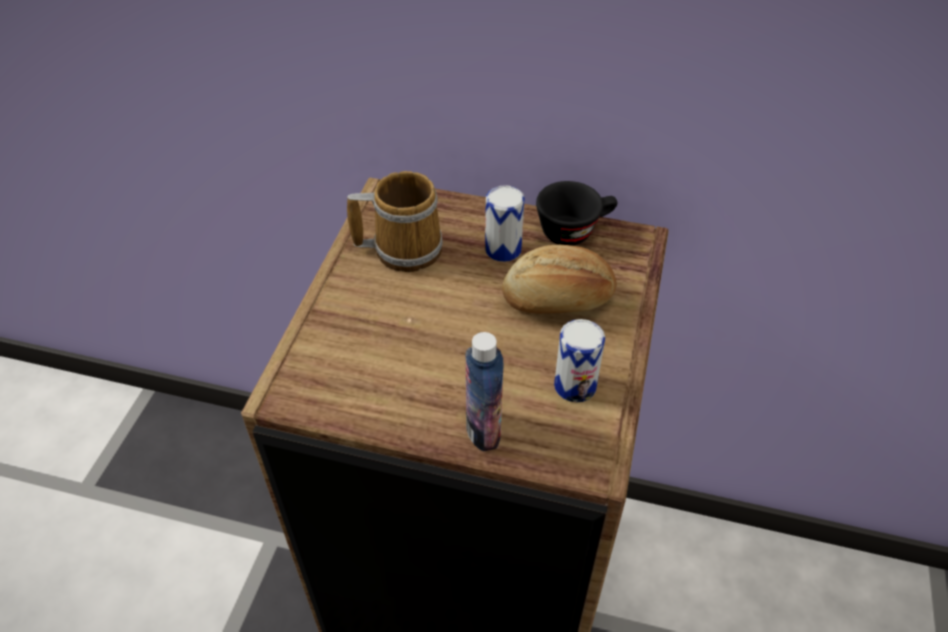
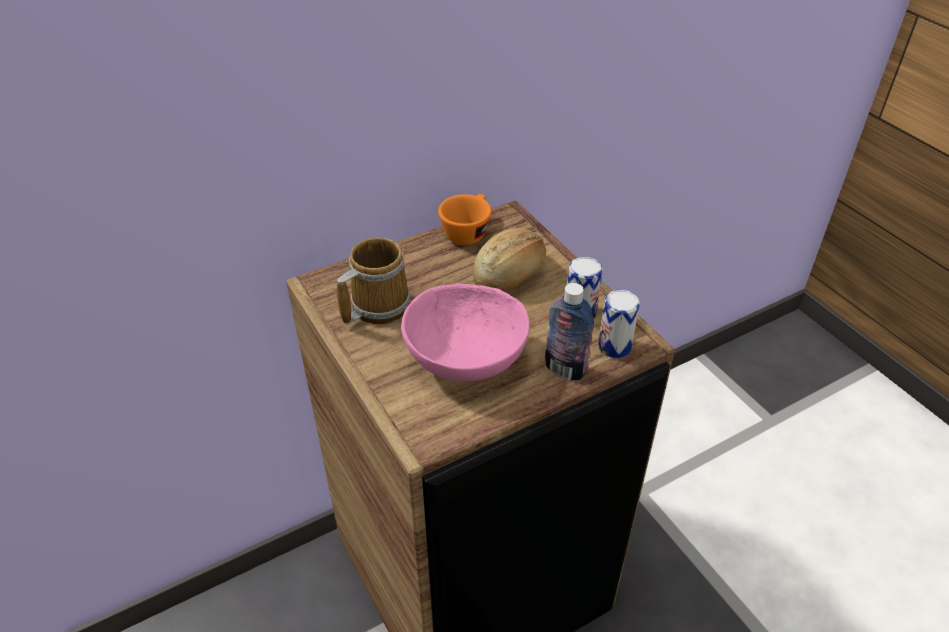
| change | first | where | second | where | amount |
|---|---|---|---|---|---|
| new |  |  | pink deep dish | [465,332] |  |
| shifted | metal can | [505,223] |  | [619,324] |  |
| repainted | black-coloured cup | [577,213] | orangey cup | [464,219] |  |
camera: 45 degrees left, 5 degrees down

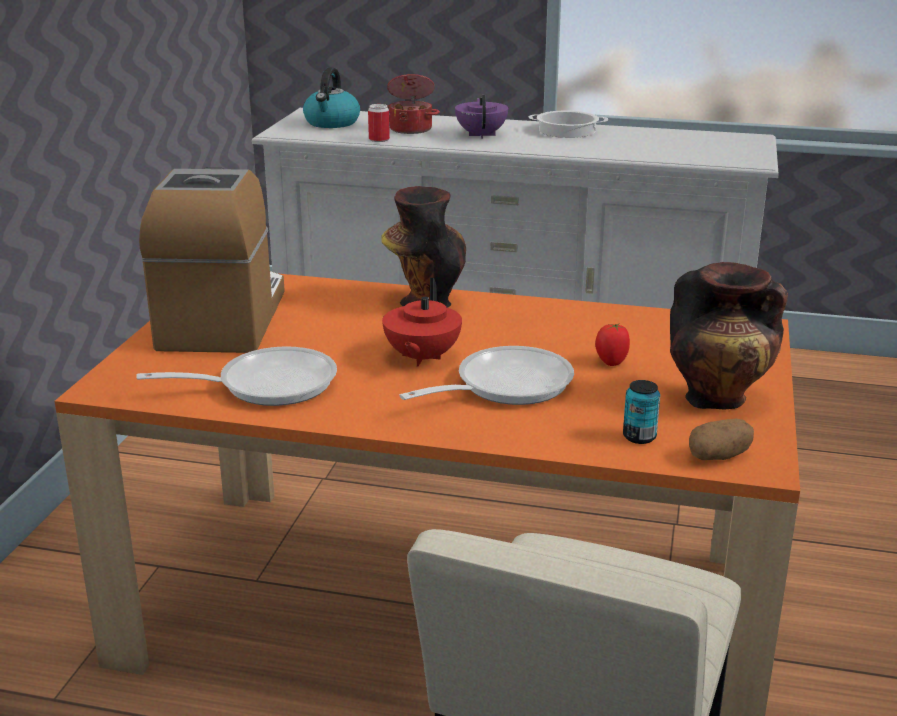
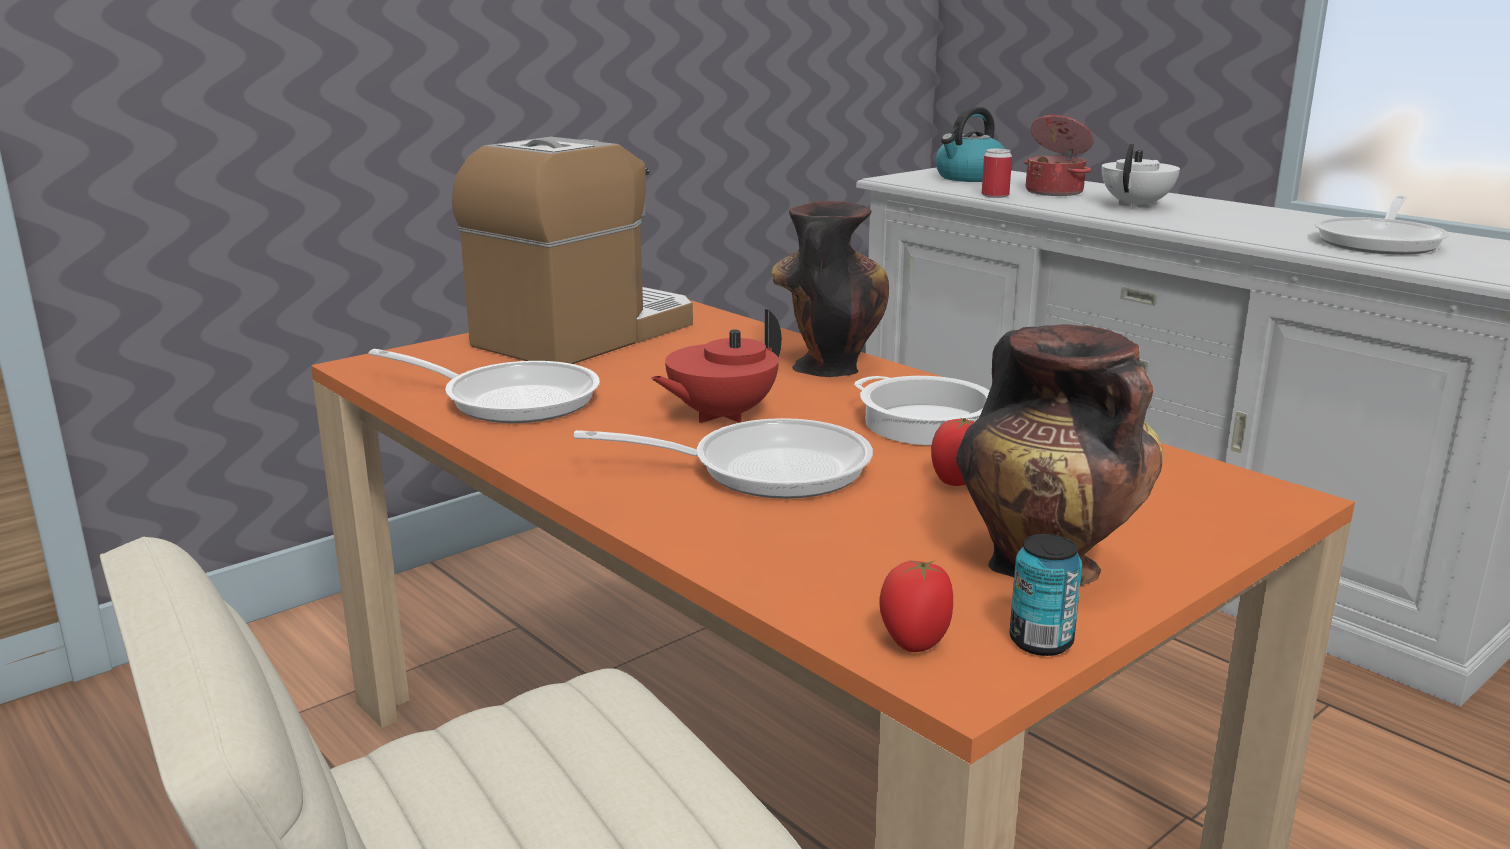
| change | first | where | second | where | amount |
|---|---|---|---|---|---|
| new |  |  | skillet | [1382,225] |  |
| shifted | cooking pot | [568,124] |  | [922,410] |  |
| shifted | metal can | [641,412] |  | [1046,595] |  |
| swapped | whole potato | [721,439] | fresh tomato | [916,606] |  |
| repainted | purplish tea pot | [481,117] | white tea pot | [1141,176] |  |
camera: 35 degrees right, 5 degrees down

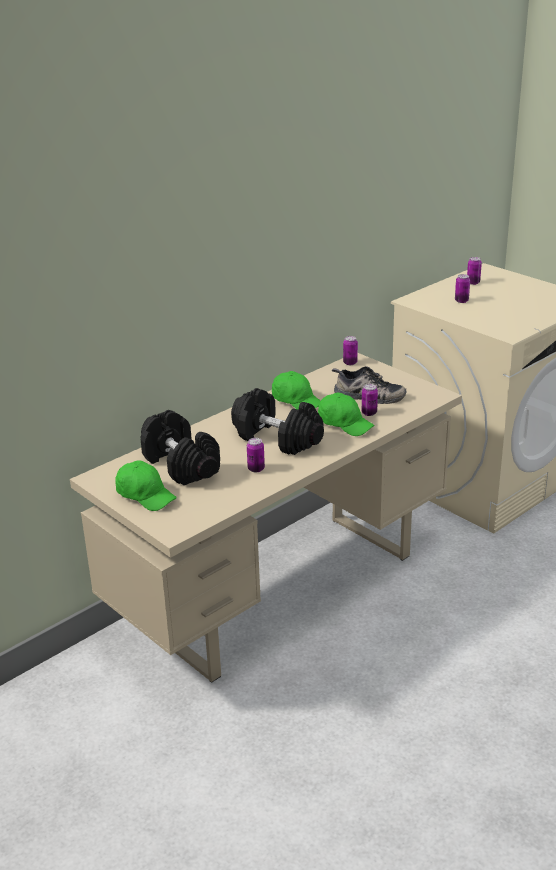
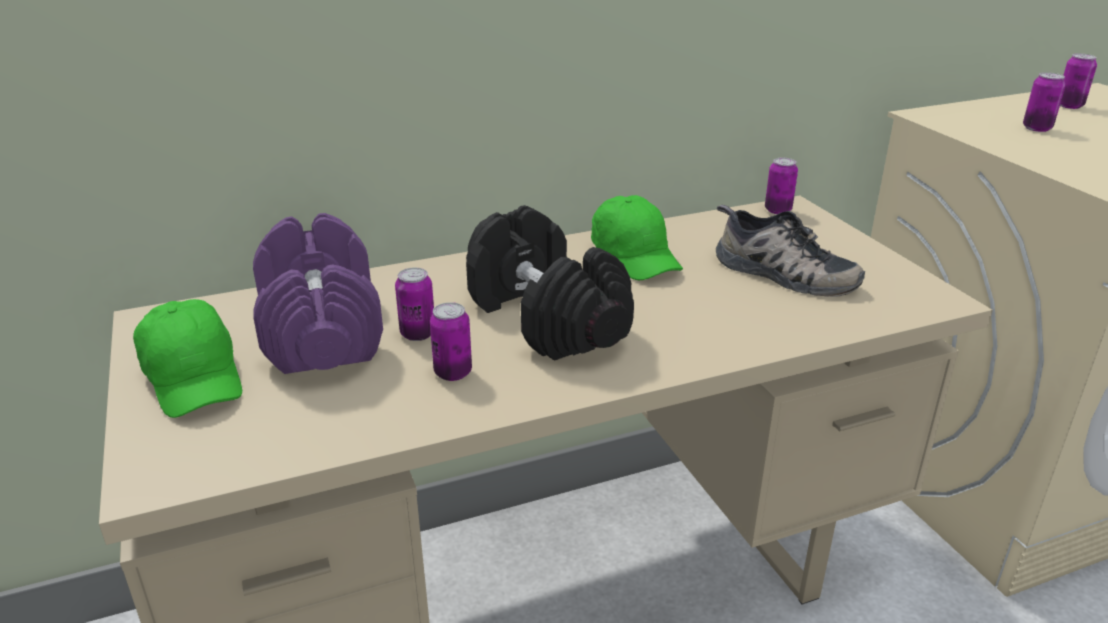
| change | first | where | second | where | amount |
|---|---|---|---|---|---|
| gone | greenish baseball cap | [346,414] |  |  |  |
| shifted | metal can | [370,400] |  | [414,304] |  |
| repainted | black-coloured free weight | [180,447] | purplish free weight | [318,293] |  |
camera: 20 degrees right, 0 degrees up

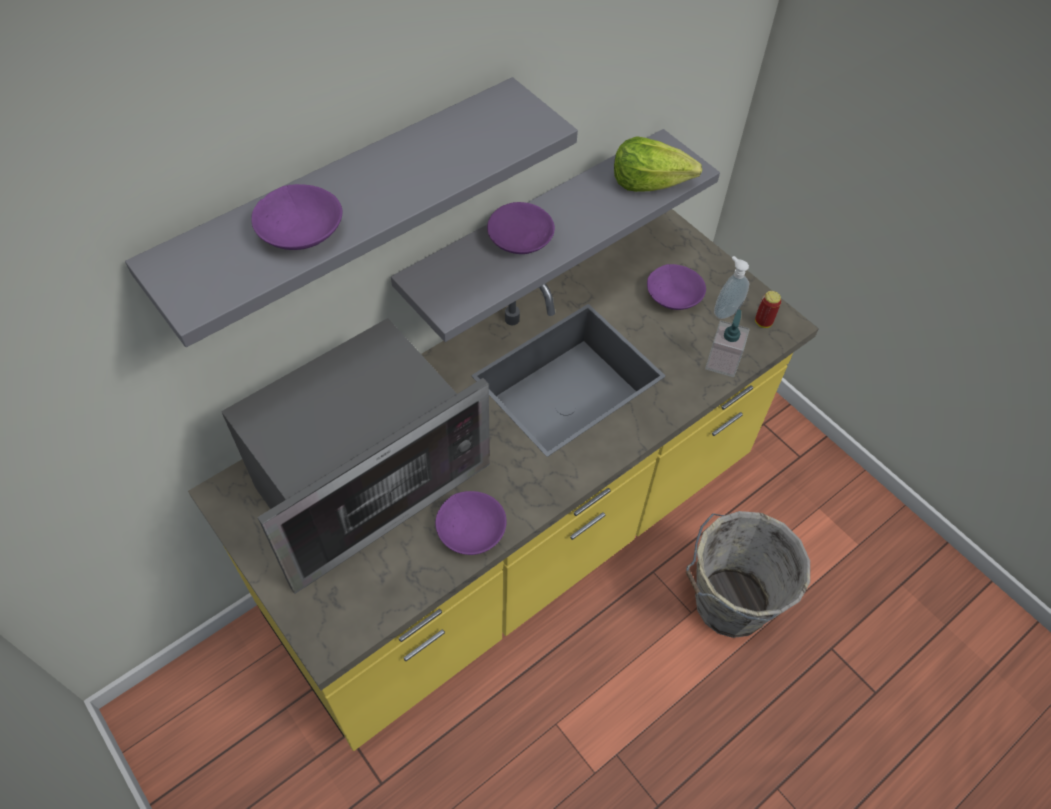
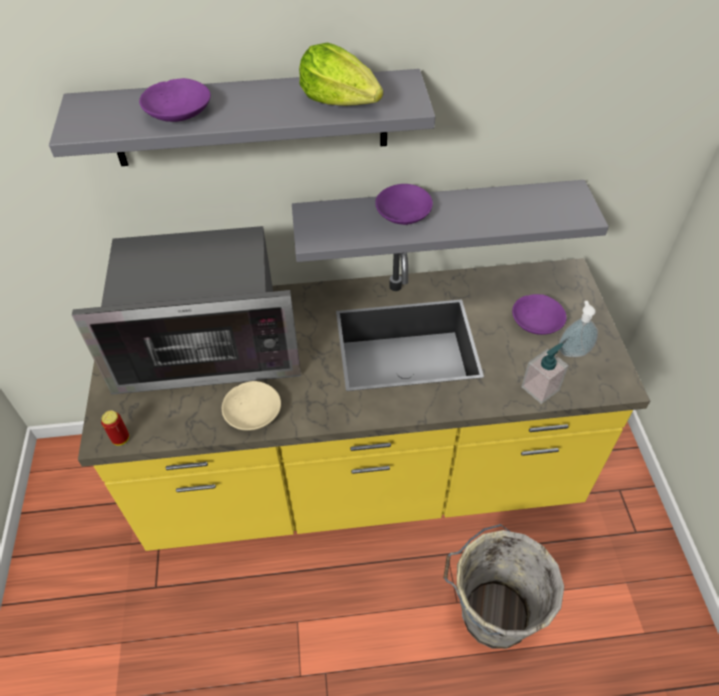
| change | first | where | second | where | amount |
|---|---|---|---|---|---|
| shifted | lettuce head | [658,164] |  | [341,74] |  |
| shifted | metal can | [768,309] |  | [115,428] |  |
| repainted | purplish deep dish | [471,523] | sand-coloured deep dish | [251,406] |  |
camera: 35 degrees right, 5 degrees down

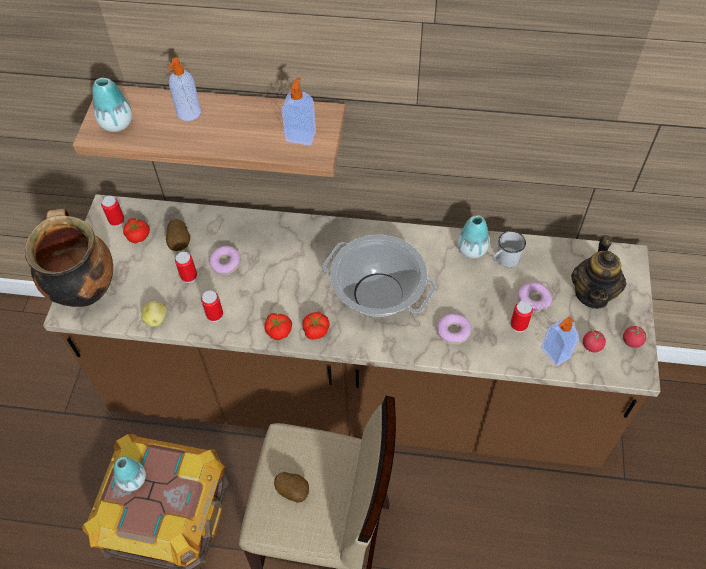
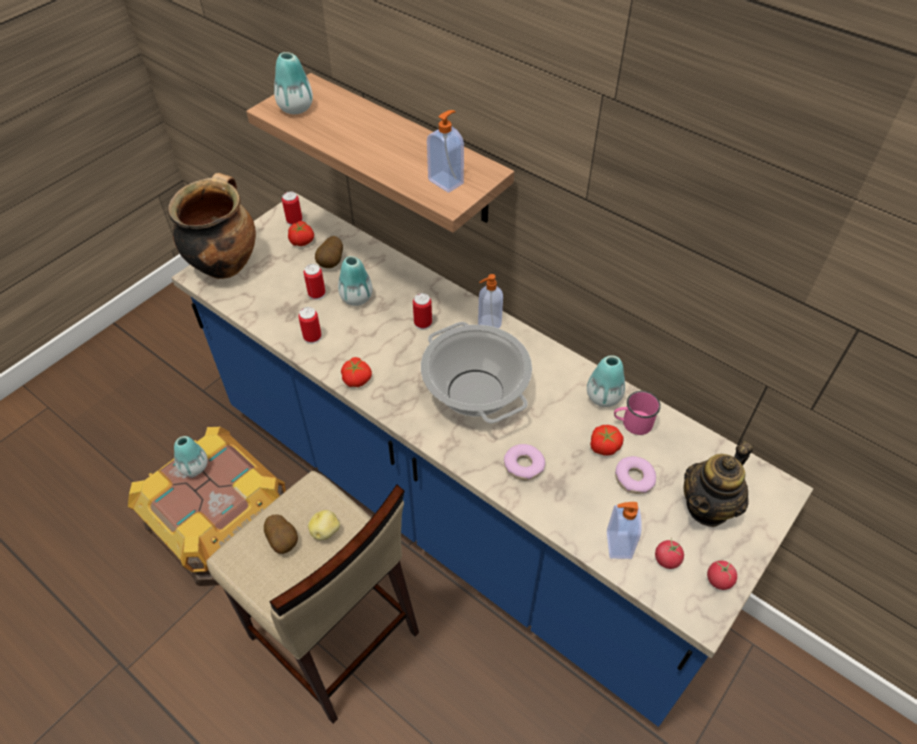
| change | first | where | second | where | amount |
|---|---|---|---|---|---|
| shifted | whole potato | [154,314] |  | [324,525] |  |
| shifted | soap dispenser | [184,89] |  | [490,301] |  |
| shifted | fresh tomato | [315,326] |  | [607,440] |  |
| shifted | metal can | [521,316] |  | [422,311] |  |
| swapped | doughnut | [225,260] | decorative vase | [355,281] |  |
| repainted | brownish kitchen counter | [351,331] | bluish kitchen counter | [492,460] |  |
| repainted | white mug | [509,249] | pink mug | [637,413] |  |
camera: 30 degrees right, 5 degrees down

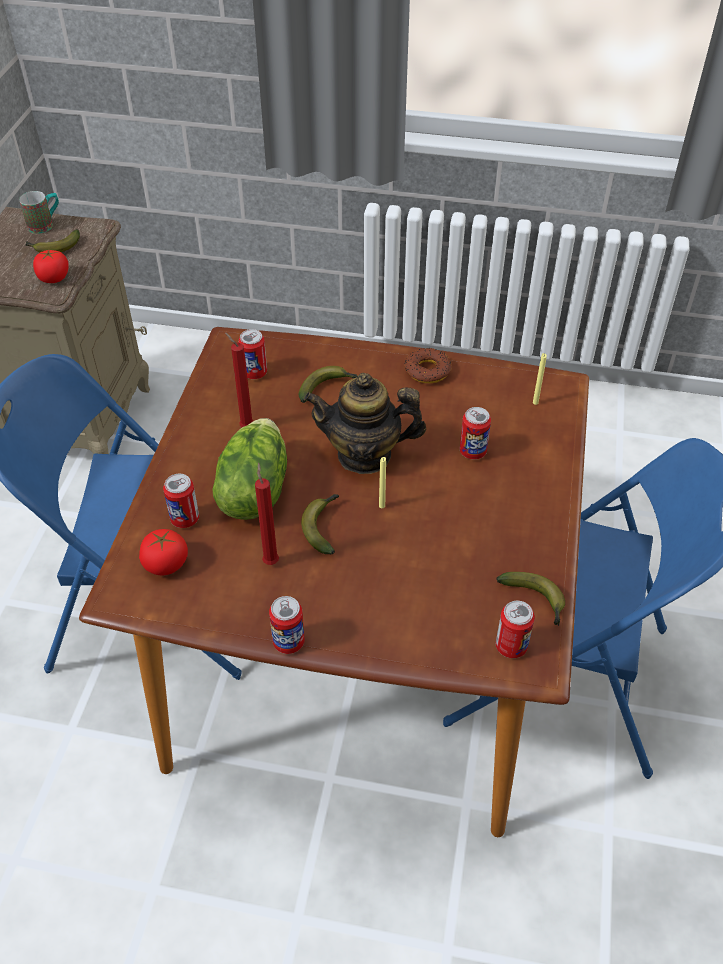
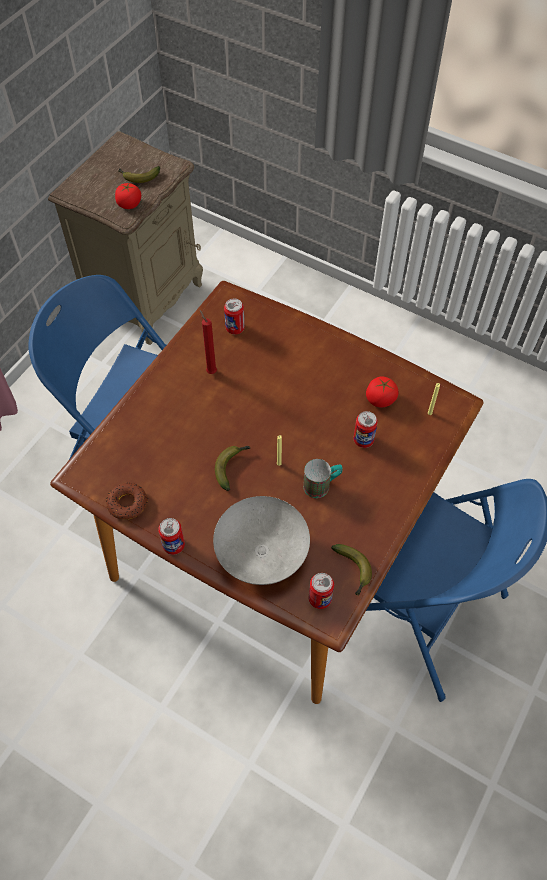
| change | first | where | second | where | amount |
|---|---|---|---|---|---|
| gone | metal can | [181,501] |  |  |  |
| gone | lettuce head | [249,469] |  |  |  |
| gone | reddish wax candle | [267,514] |  |  |  |
| gone | banana | [328,384] |  |  |  |
| gone | tea pot | [365,423] |  |  |  |
| new |  |  | grey deep dish | [261,540] |  |
| shifted | mug | [39,212] |  | [322,478] |  |
| shifted | fresh tomato | [163,552] |  | [382,392] |  |
| shifted | doughnut | [428,365] |  | [127,501] |  |
camera: 20 degrees right, 10 degrees up

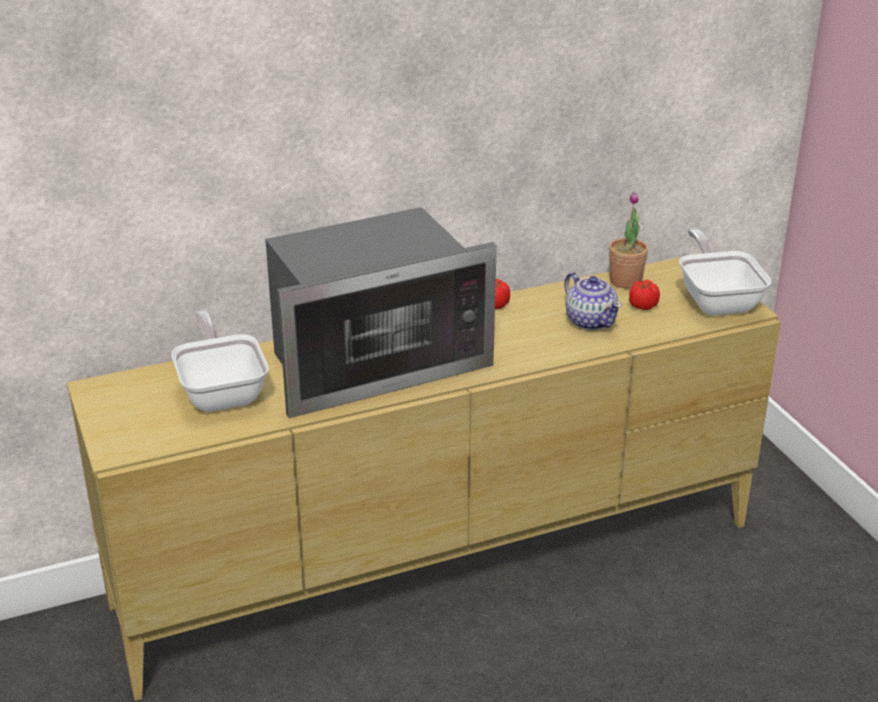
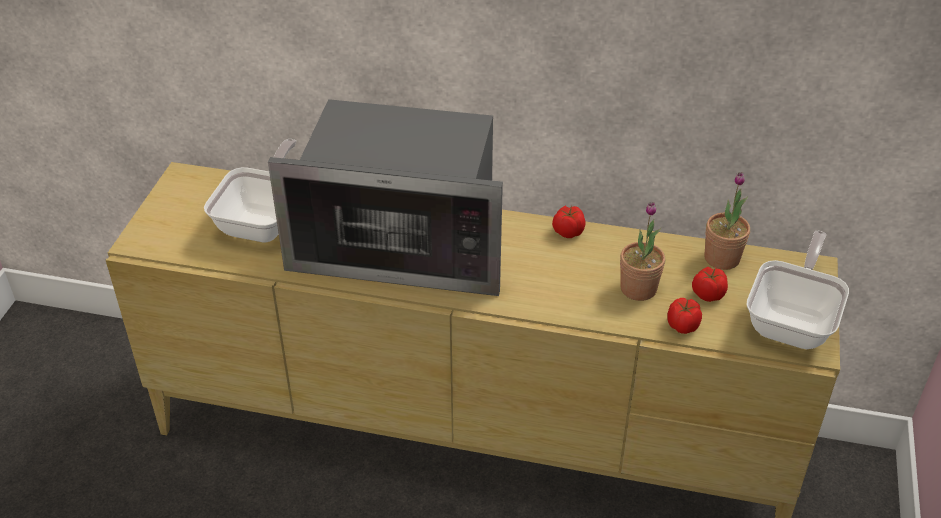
| change | first | where | second | where | amount |
|---|---|---|---|---|---|
| new |  |  | fresh tomato | [684,316] |  |
| swapped | tea pot | [593,301] | plant in a pot | [642,251] |  |
camera: 35 degrees right, 10 degrees up

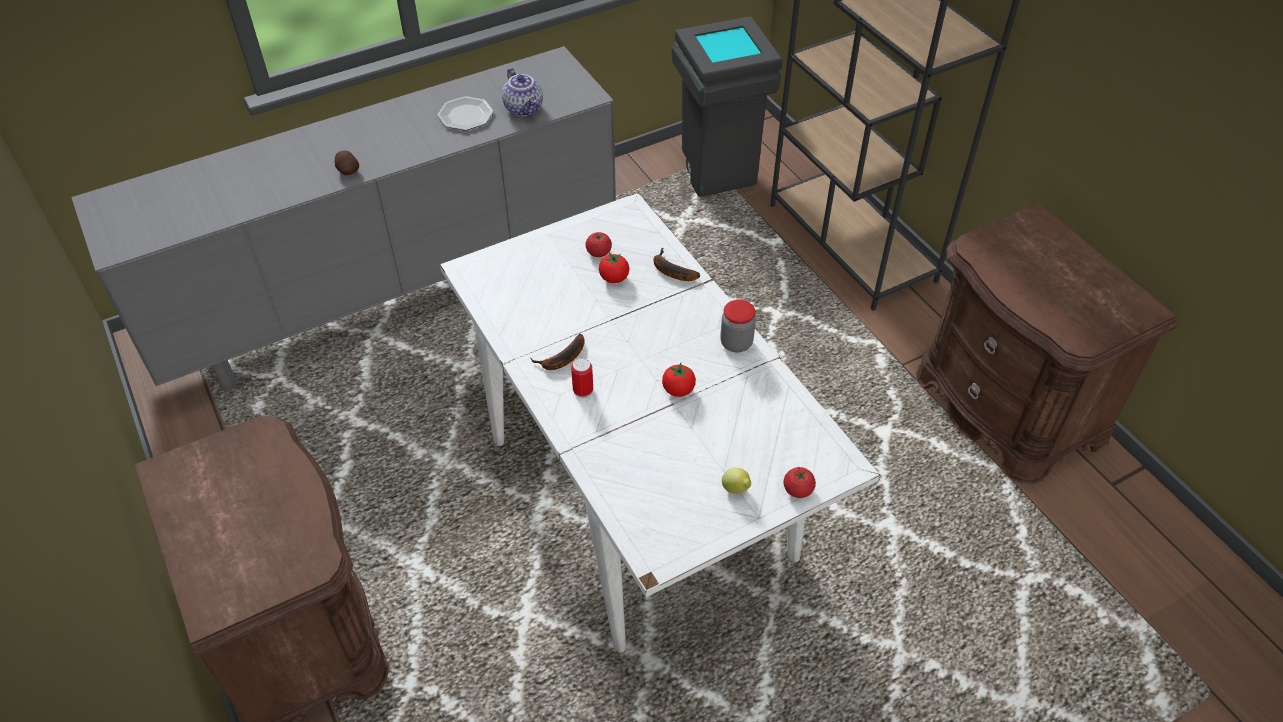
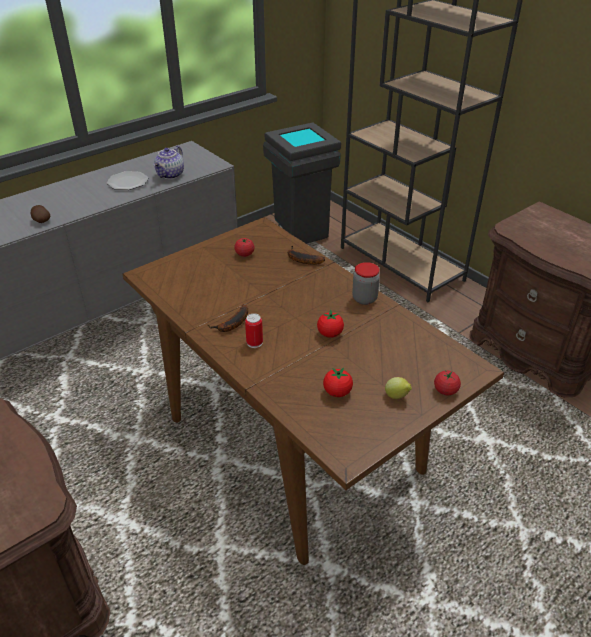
| change | first | where | second | where | amount |
|---|---|---|---|---|---|
| shifted | fresh tomato | [614,268] |  | [338,382] |  |
| repainted | white dining table | [660,423] | brownish dining table | [313,391] |  |
| rotated | tea pot | [522,92] |  | [168,162] | 60 degrees clockwise |
camera: 10 degrees left, 10 degrees down

